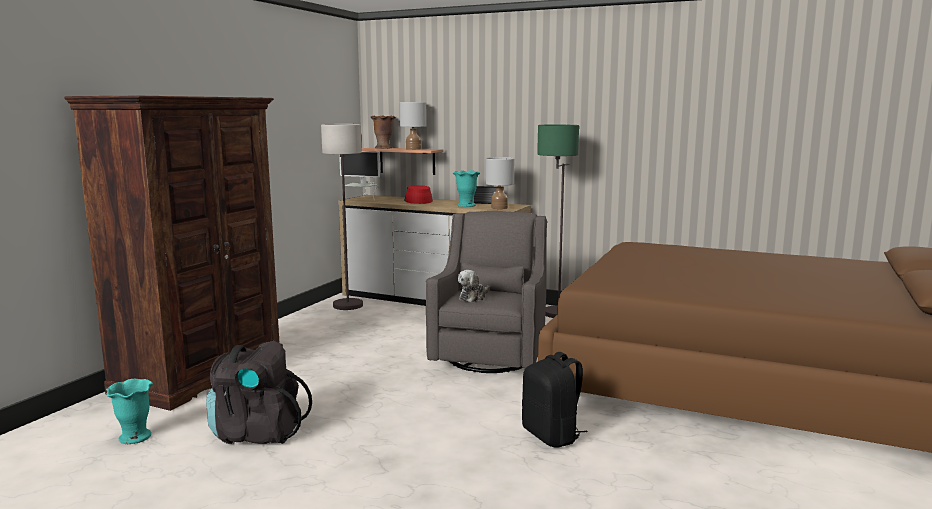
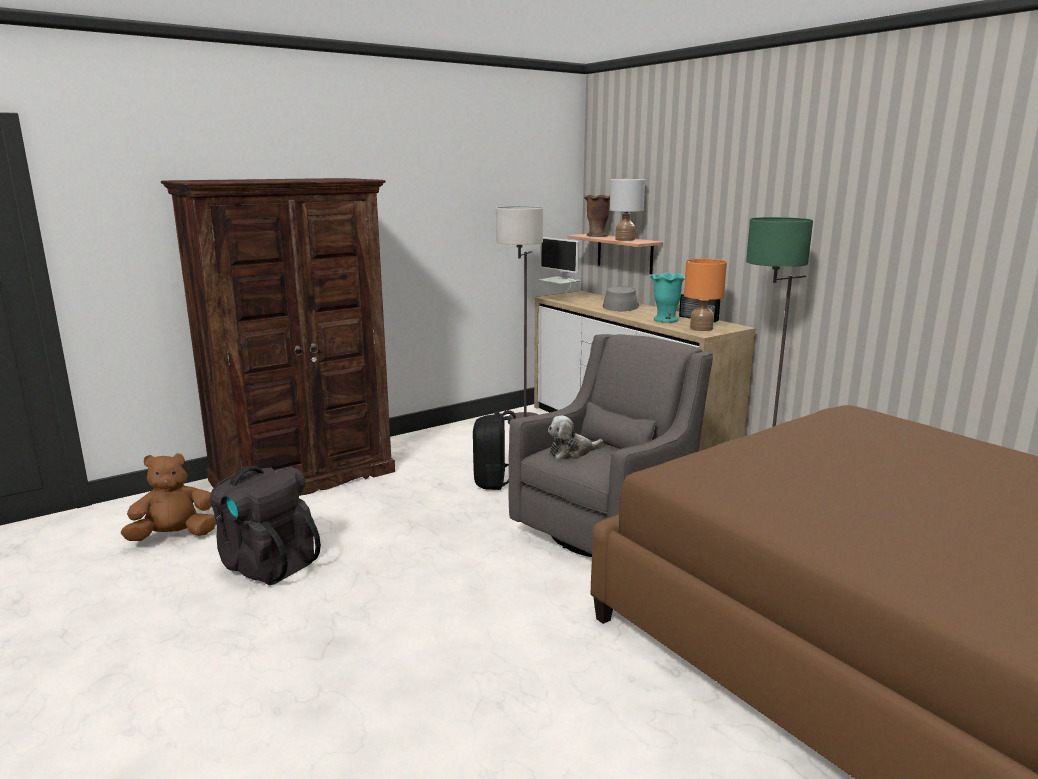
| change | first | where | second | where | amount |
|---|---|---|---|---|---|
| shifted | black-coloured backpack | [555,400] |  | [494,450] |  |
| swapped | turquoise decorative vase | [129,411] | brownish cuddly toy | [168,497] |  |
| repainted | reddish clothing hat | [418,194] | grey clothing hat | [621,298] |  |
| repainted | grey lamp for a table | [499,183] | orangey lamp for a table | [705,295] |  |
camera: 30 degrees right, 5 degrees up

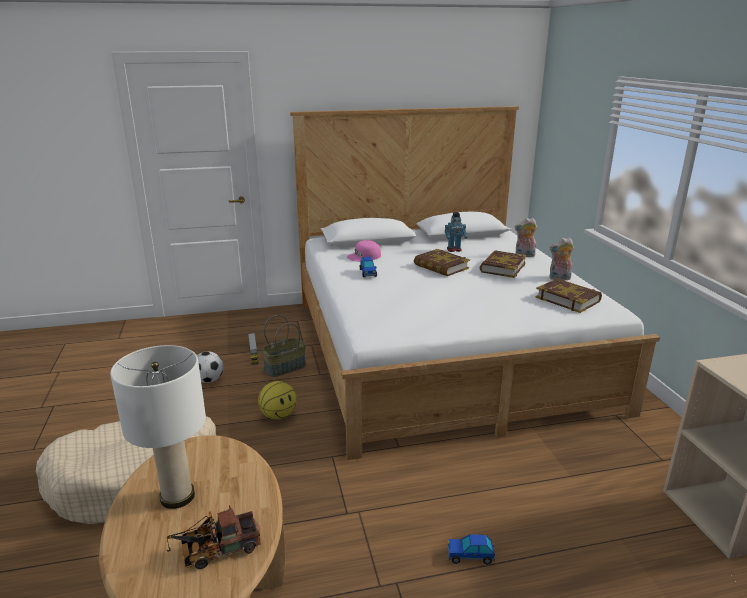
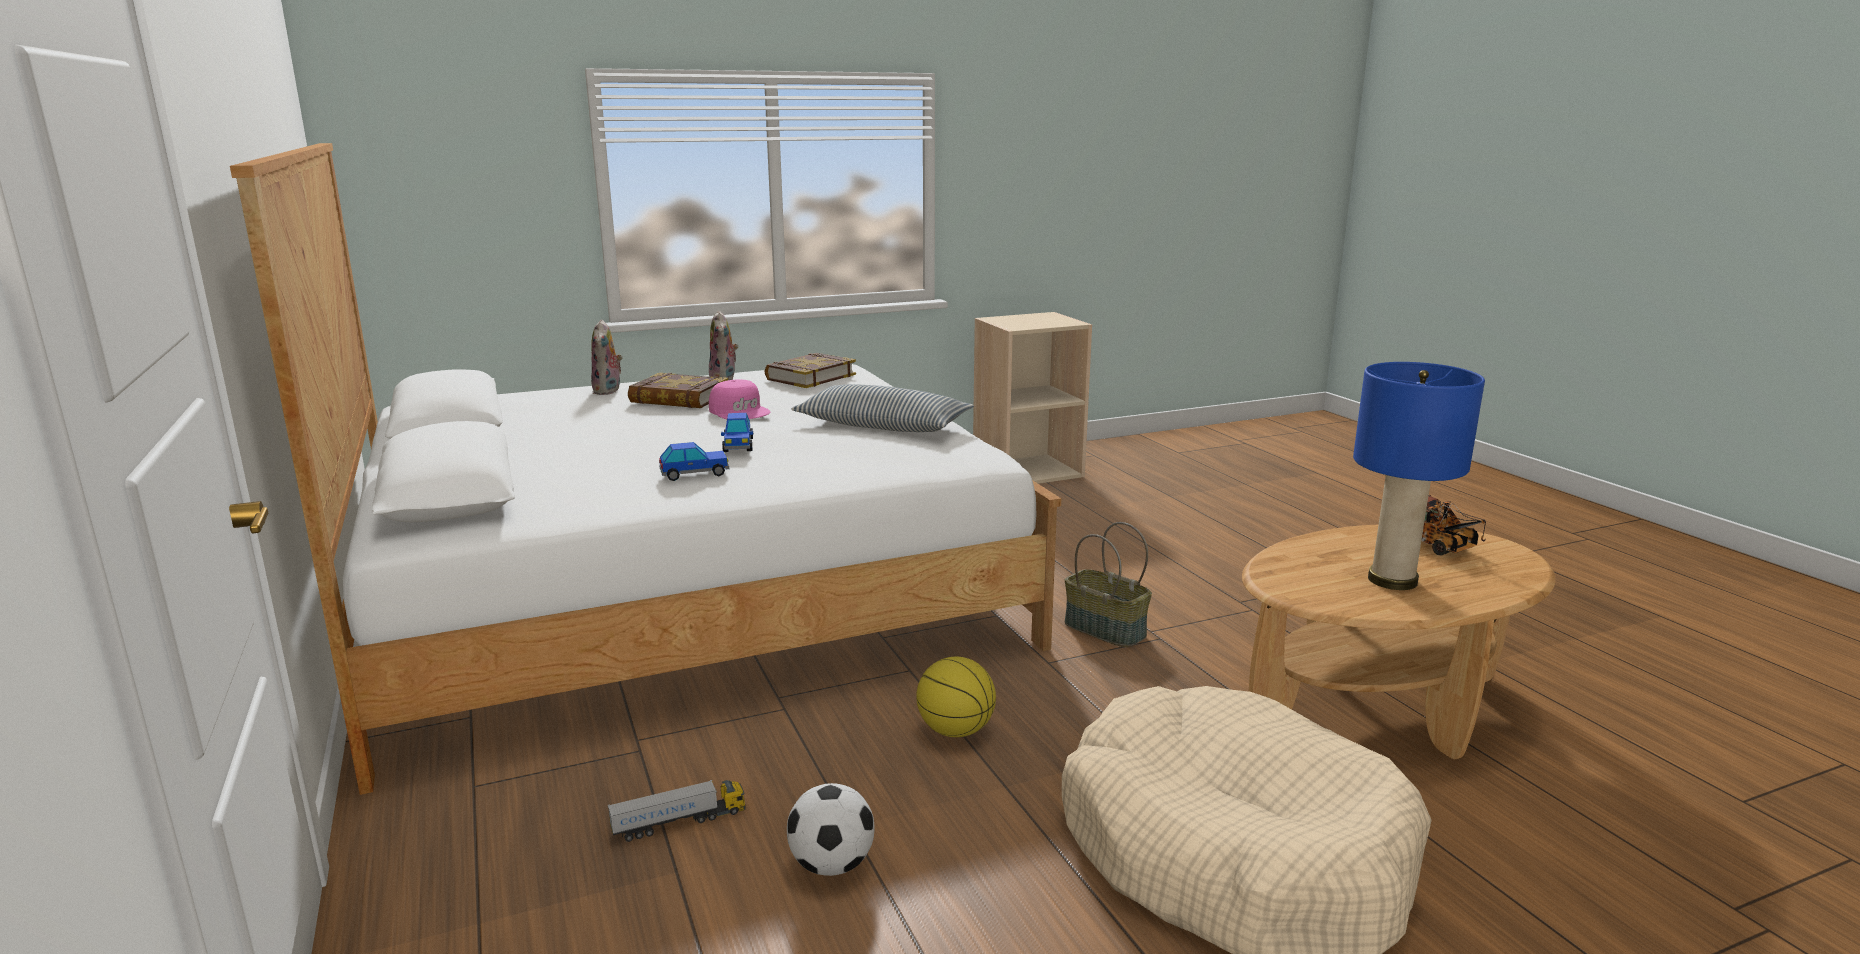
| change | first | where | second | where | amount |
|---|---|---|---|---|---|
| gone | volume | [442,262] |  |  |  |
| gone | model robot | [456,232] |  |  |  |
| new |  |  | pillow | [882,408] |  |
| shifted | household basket | [283,346] |  | [1108,584] |  |
| shifted | pink baseball cap | [364,251] |  | [739,399] |  |
| shifted | miniature car | [471,549] |  | [737,432] |  |
| repainted | white lamp for a table | [158,427] | bluish lamp for a table | [1419,476] |  |
camera: 100 degrees left, 5 degrees down

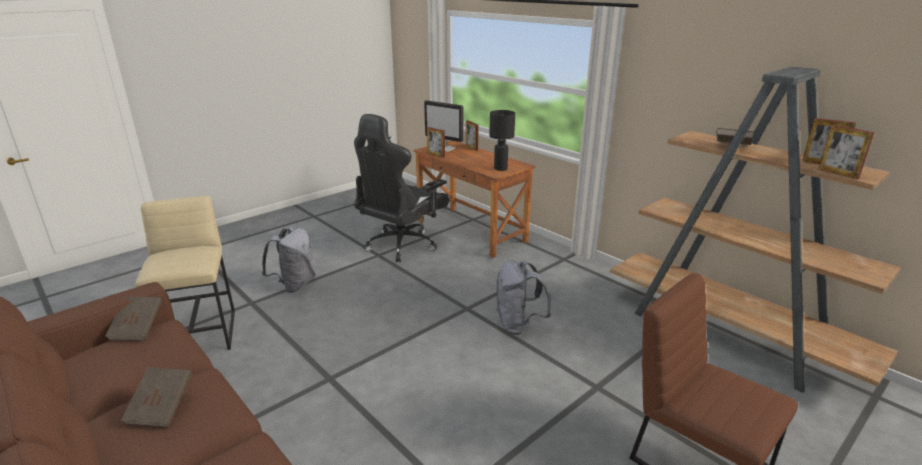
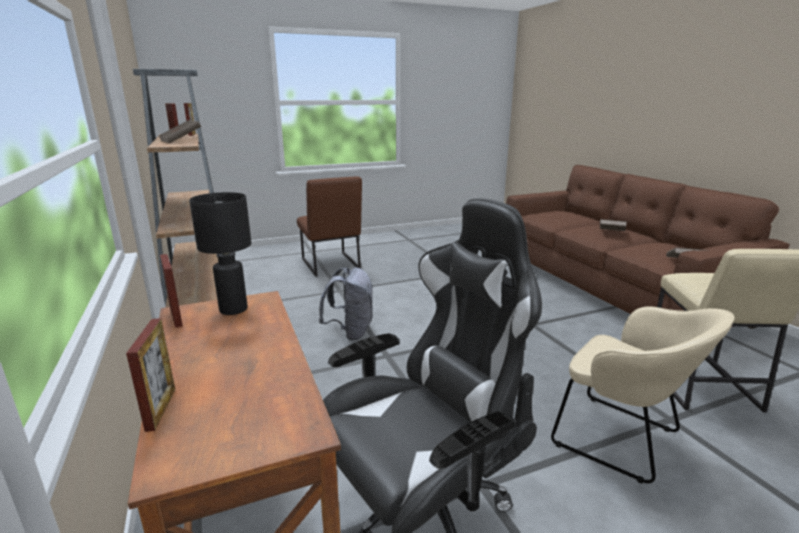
| change | first | where | second | where | amount |
|---|---|---|---|---|---|
| gone | computer display | [444,126] |  |  |  |
| shifted | picture frame | [436,142] |  | [171,291] |  |
| swapped | grey backpack | [289,260] | sand-coloured armchair | [642,394] |  |
camera: 160 degrees left, 5 degrees down

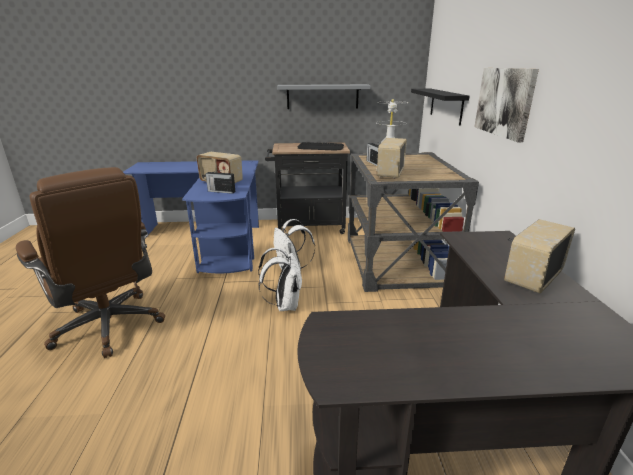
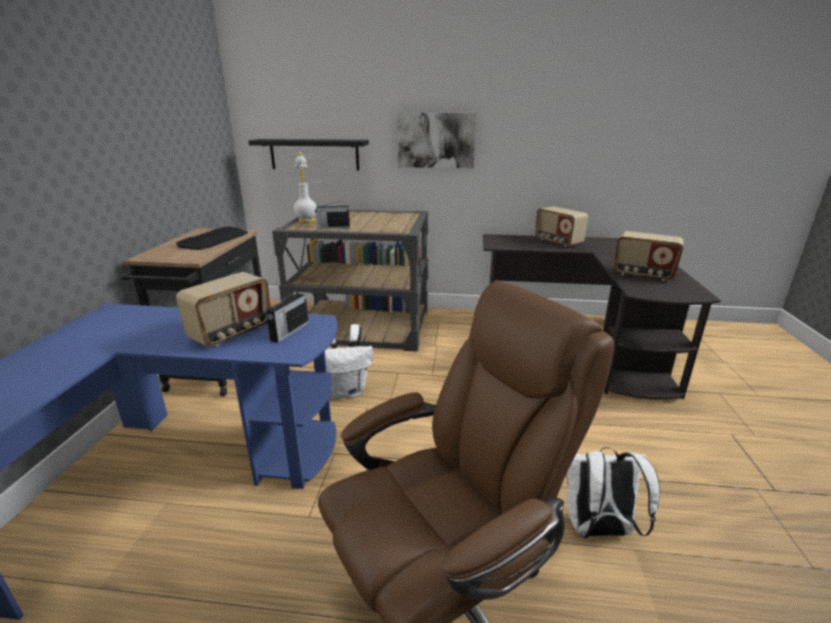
| change | first | where | second | where | amount |
|---|---|---|---|---|---|
| gone | grey wall shelf | [324,96] |  |  |  |
| shifted | white backpack | [280,279] |  | [613,492] |  |
| shifted | radio | [391,158] |  | [648,256] |  |
camera: 80 degrees left, 0 degrees up

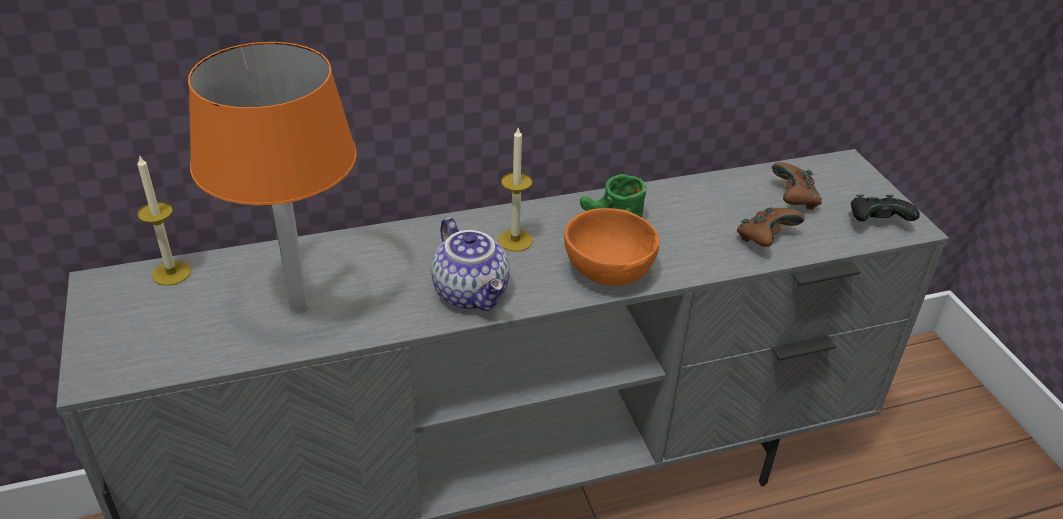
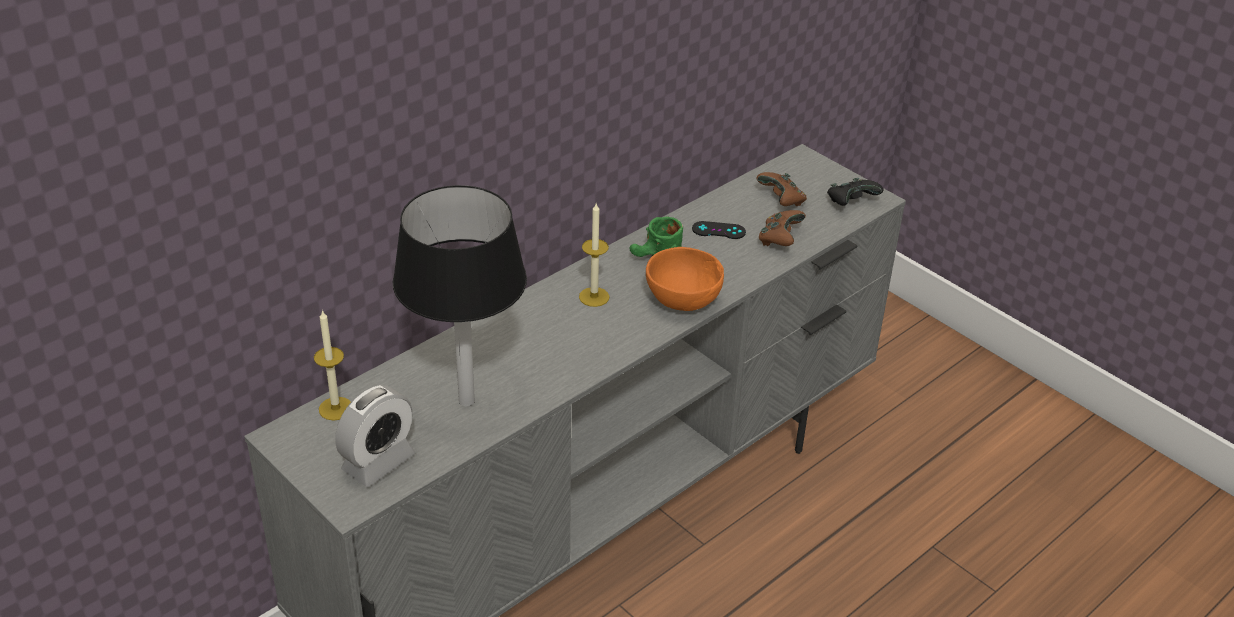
| change | first | where | second | where | amount |
|---|---|---|---|---|---|
| gone | tea pot | [470,264] |  |  |  |
| new |  |  | alarm clock | [375,436] |  |
| new |  |  | black-coloured game controller | [719,230] |  |
| repainted | orangey lamp for a table | [272,177] | black-coloured lamp for a table | [460,295] |  |
camera: 25 degrees left, 0 degrees up

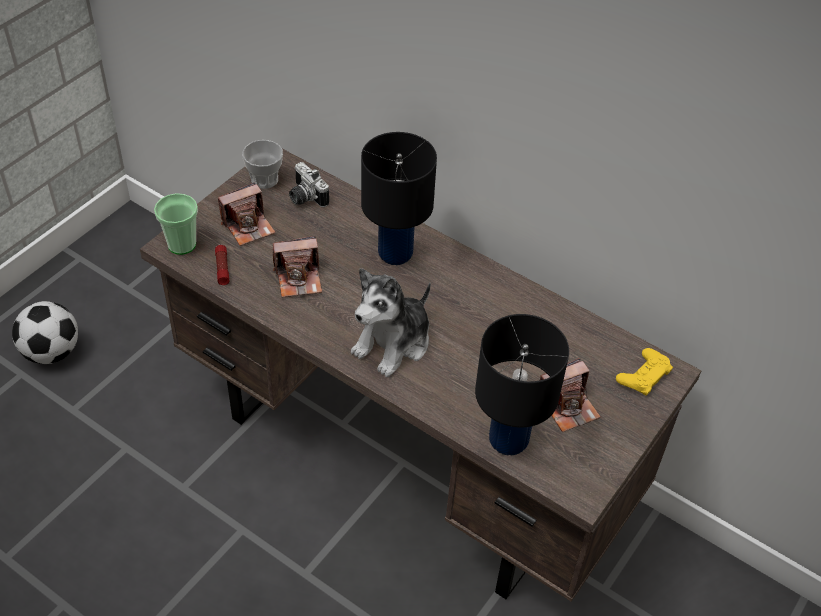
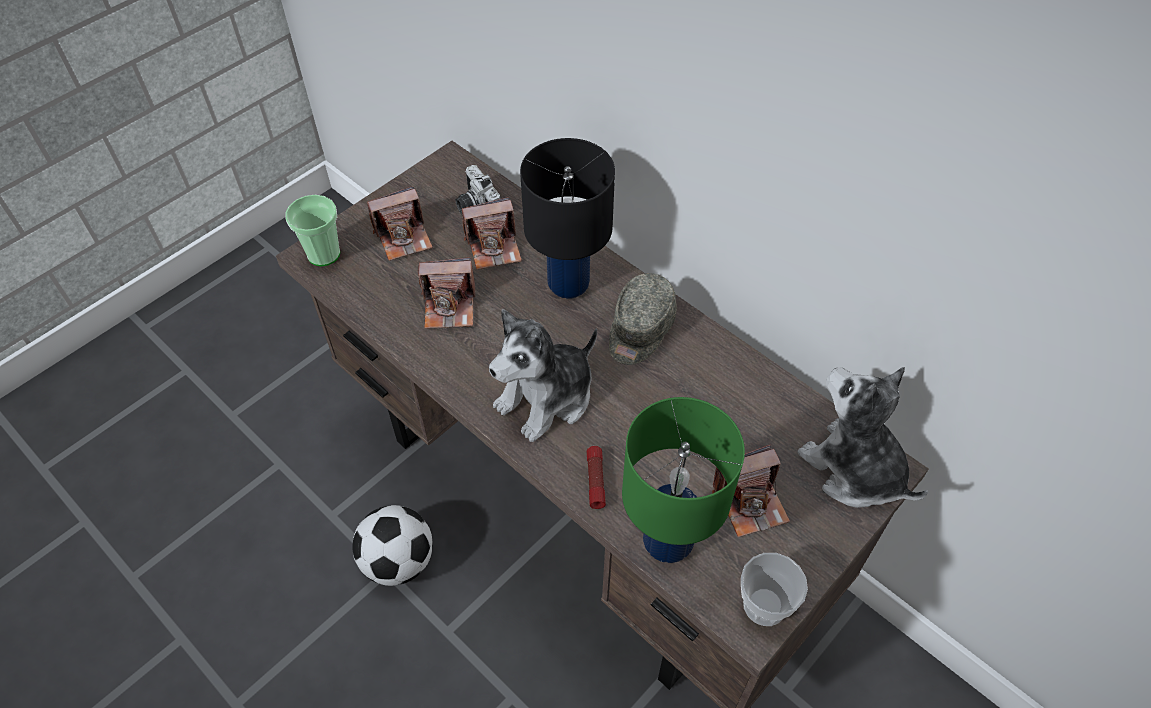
| change | first | where | second | where | amount |
|---|---|---|---|---|---|
| new |  |  | photo camera | [492,233] |  |
| new |  |  | grey baseball cap | [643,319] |  |
| shifted | football ball | [45,332] |  | [392,545] |  |
| shifted | flashlight | [222,265] |  | [596,477] |  |
| shifted | cup | [262,164] |  | [774,589] |  |
| swapped | yellow game controller | [644,372] | cuddly toy | [862,437] |  |
| repainted | black-coloured lamp for a table | [522,384] | greenish lamp for a table | [683,480] |  |
camera: 10 degrees right, 5 degrees up

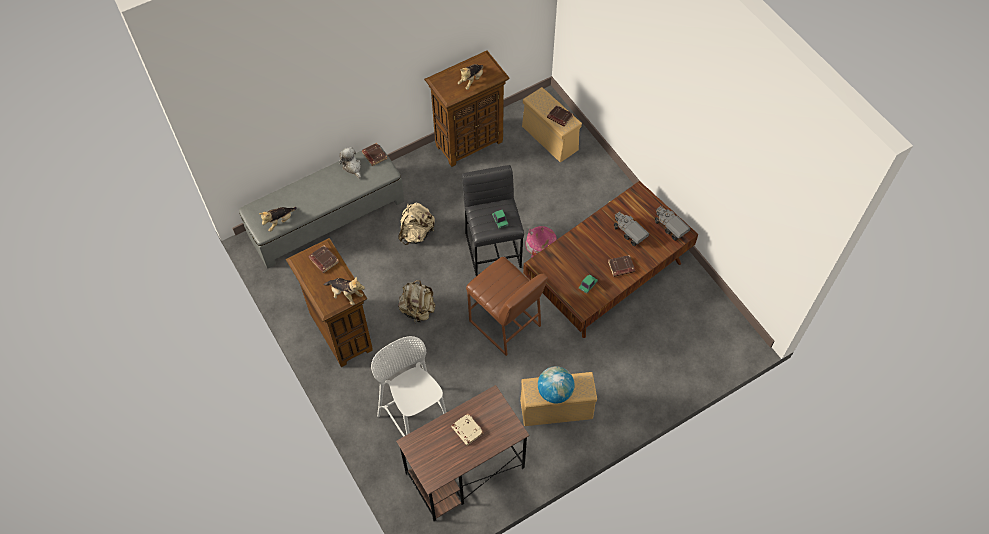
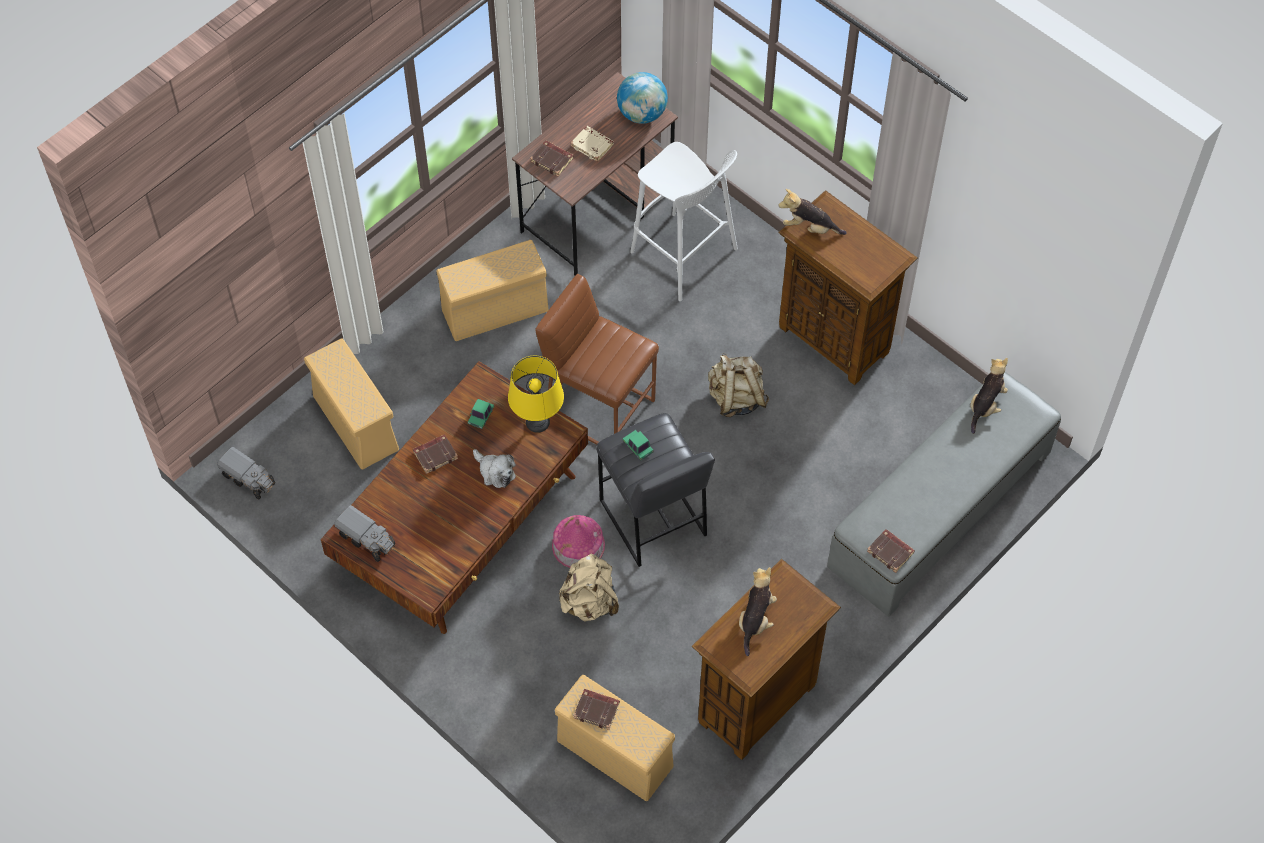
| change | first | where | second | where | amount |
|---|---|---|---|---|---|
| new |  |  | sand-coloured storage box | [351,403] |  |
| new |  |  | yellow lamp for a table | [536,394] |  |
| shifted | brownish volume | [323,259] |  | [552,158] |  |
| shifted | cuddly toy | [350,163] |  | [494,468] |  |
| shifted | sand-coloured backpack | [416,224] |  | [589,587] |  |
| shifted | world globe | [556,384] |  | [642,98] |  |
| shifted | toy lorry | [631,229] |  | [246,473] |  |
camera: 165 degrees right, 0 degrees up

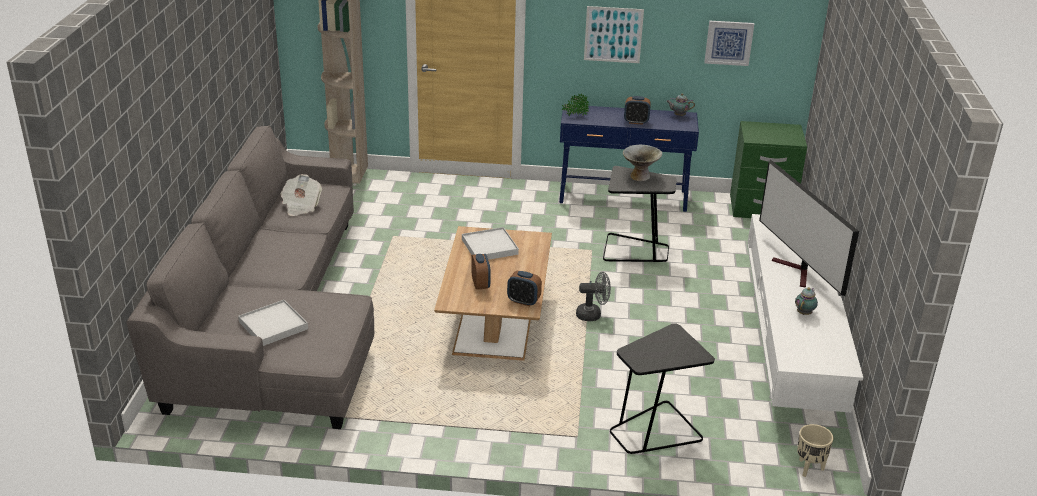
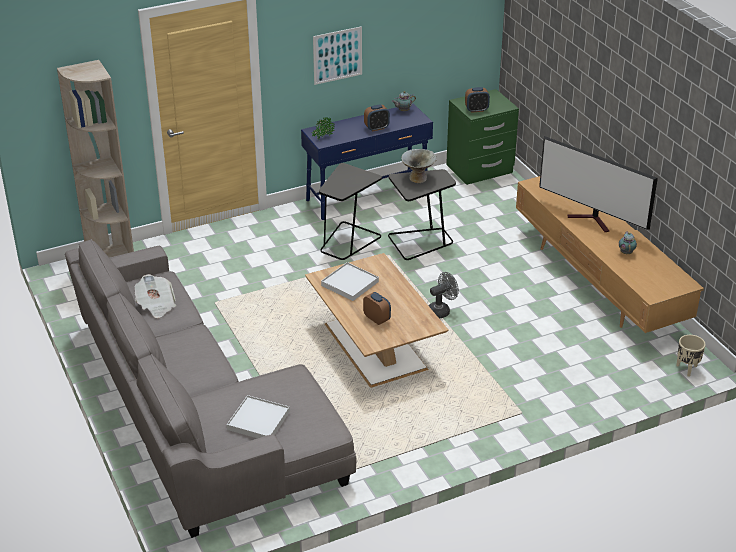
| change | first | where | second | where | amount |
|---|---|---|---|---|---|
| gone | wall art | [729,43] |  |  |  |
| shifted | alarm clock | [524,288] |  | [477,100] |  |
| shifted | black-coloured side table | [662,388] |  | [350,211] |  |
| repainted | white tv stand | [805,313] | brownish tv stand | [610,254] |  |
camera: 30 degrees left, 5 degrees up

